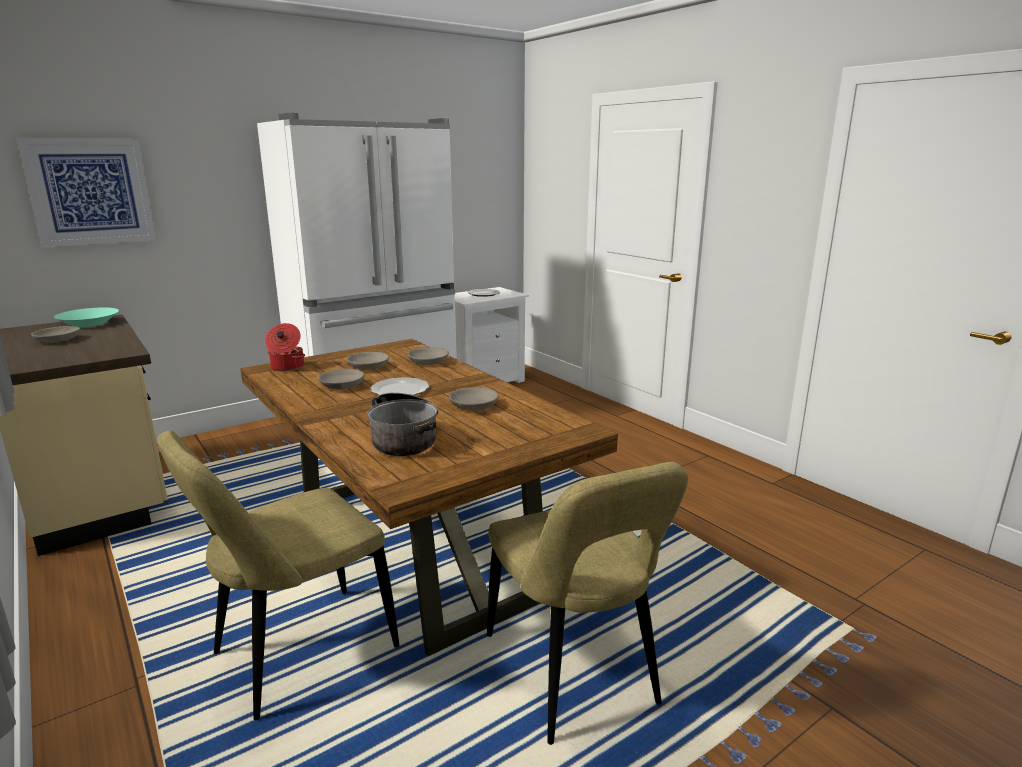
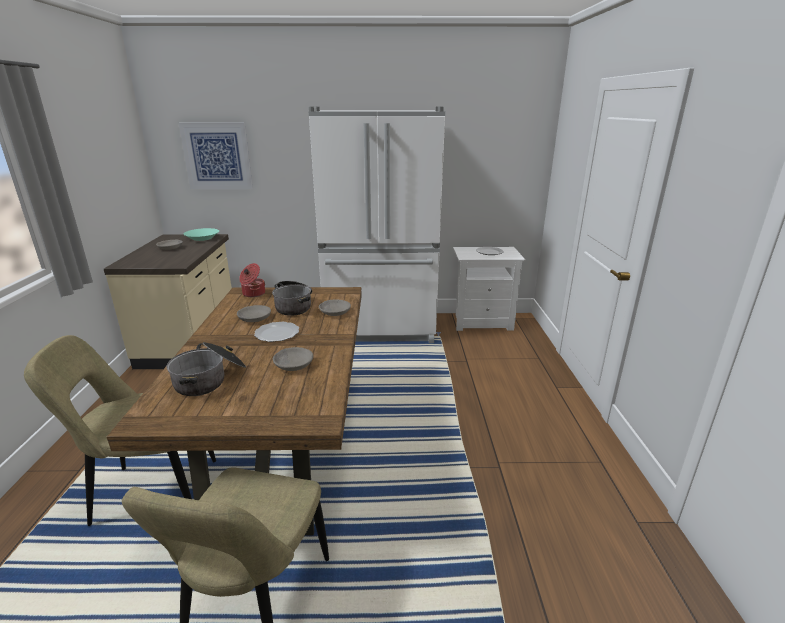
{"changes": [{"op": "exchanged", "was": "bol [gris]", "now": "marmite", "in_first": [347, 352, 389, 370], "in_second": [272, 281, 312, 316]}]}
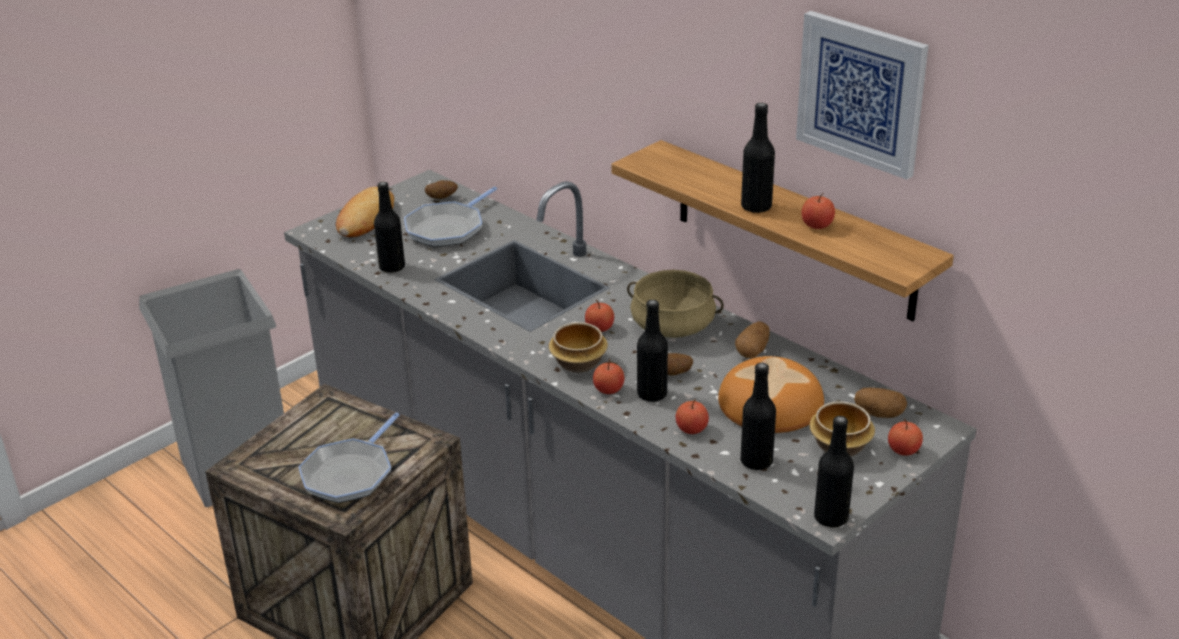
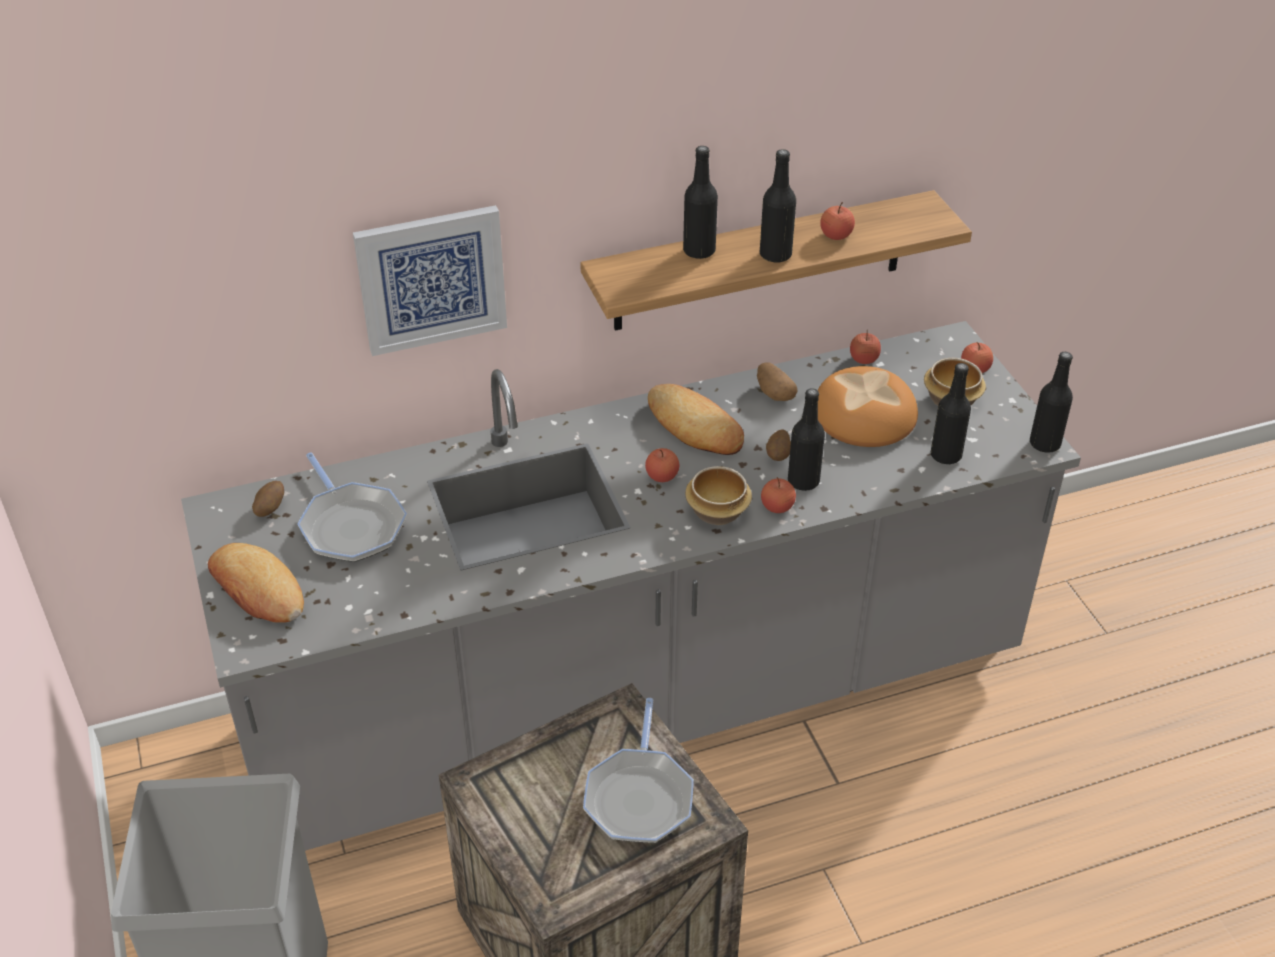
{"changes": [{"op": "relocated", "was": "tableau", "in_first": [796, 11, 929, 180], "in_second": [353, 205, 507, 356]}, {"op": "spun", "was": "poêle", "in_first": [298, 413, 400, 503], "in_second": [583, 698, 694, 843], "clockwise": 45}, {"op": "exchanged", "was": "marmite [beige]", "now": "pain", "in_first": [627, 270, 724, 338], "in_second": [648, 384, 744, 455]}, {"op": "relocated", "was": "bouteille [noir]", "in_first": [374, 182, 405, 273], "in_second": [683, 146, 718, 259]}, {"op": "relocated", "was": "pomme", "in_first": [676, 398, 709, 434], "in_second": [850, 330, 881, 364]}, {"op": "missing", "was": "pomme de terre", "in_first": [854, 388, 907, 418]}]}
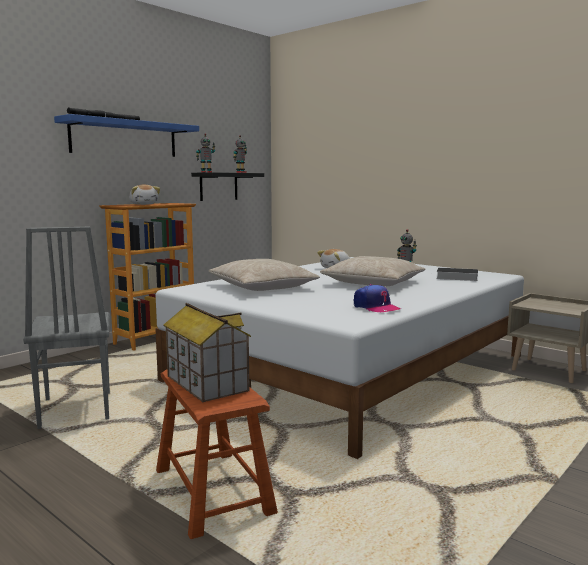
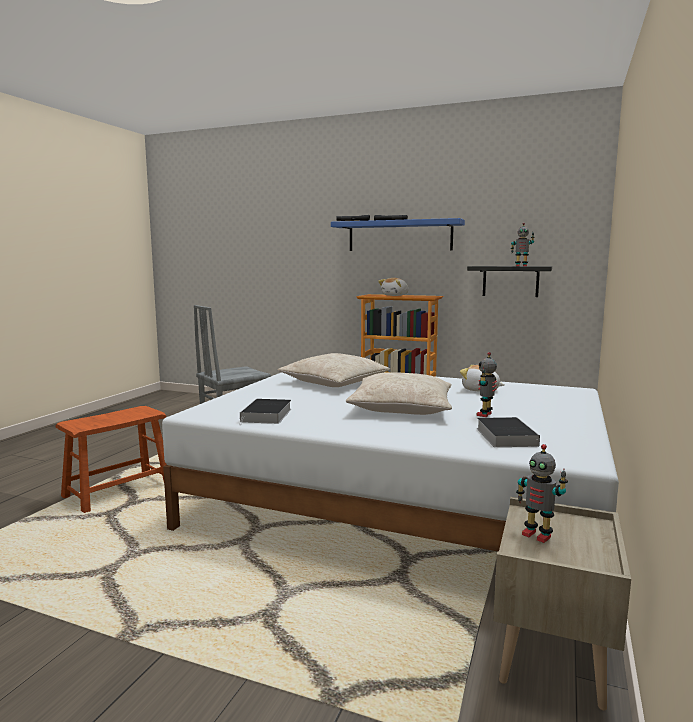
{"changes": [{"op": "exchanged", "was": "casquette", "now": "livre", "in_first": [354, 284, 401, 312], "in_second": [239, 399, 291, 425]}, {"op": "relocated", "was": "robot jouet", "in_first": [196, 133, 215, 172], "in_second": [516, 444, 568, 543]}, {"op": "missing", "was": "maison miniature", "in_first": [164, 303, 251, 402]}]}
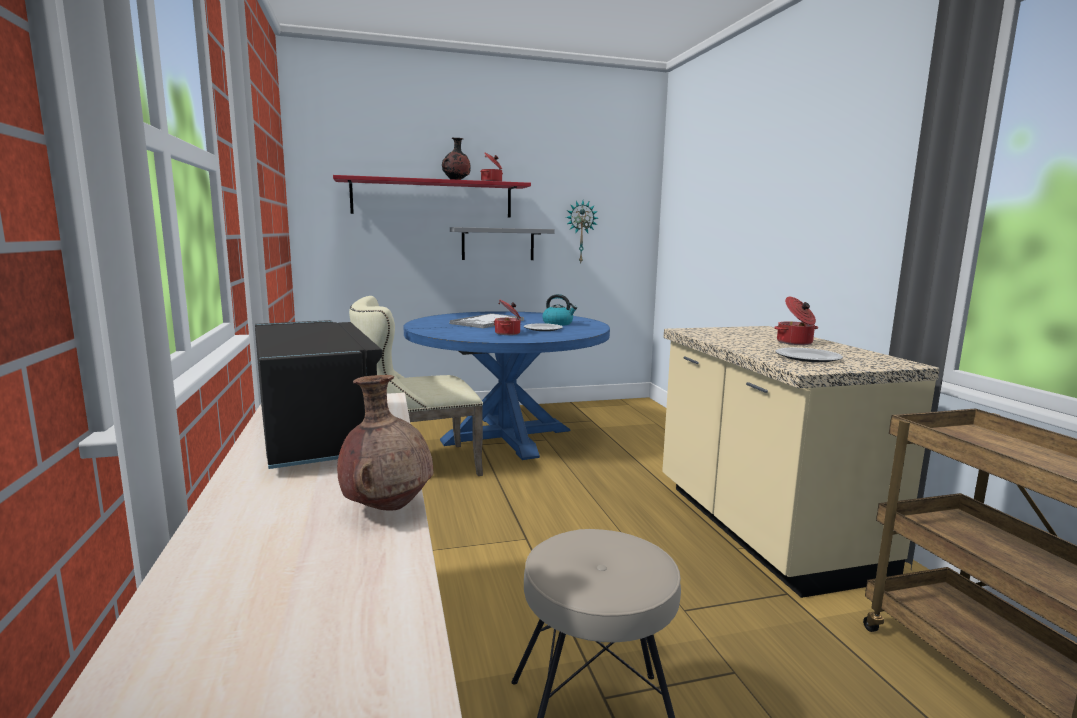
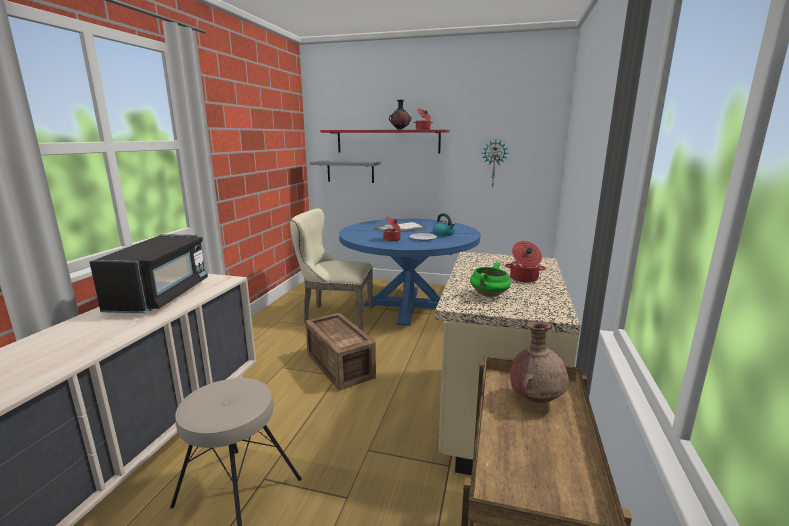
{"changes": [{"op": "appeared", "now": "caisse", "in_second": [305, 313, 376, 391]}, {"op": "relocated", "was": "étagère [gris]", "in_first": [450, 227, 555, 260], "in_second": [310, 160, 381, 183]}, {"op": "exchanged", "was": "assiette", "now": "marmite [vert]", "in_first": [775, 348, 843, 362], "in_second": [470, 262, 511, 297]}, {"op": "relocated", "was": "vase [marron]", "in_first": [337, 375, 433, 511], "in_second": [510, 321, 569, 403]}]}
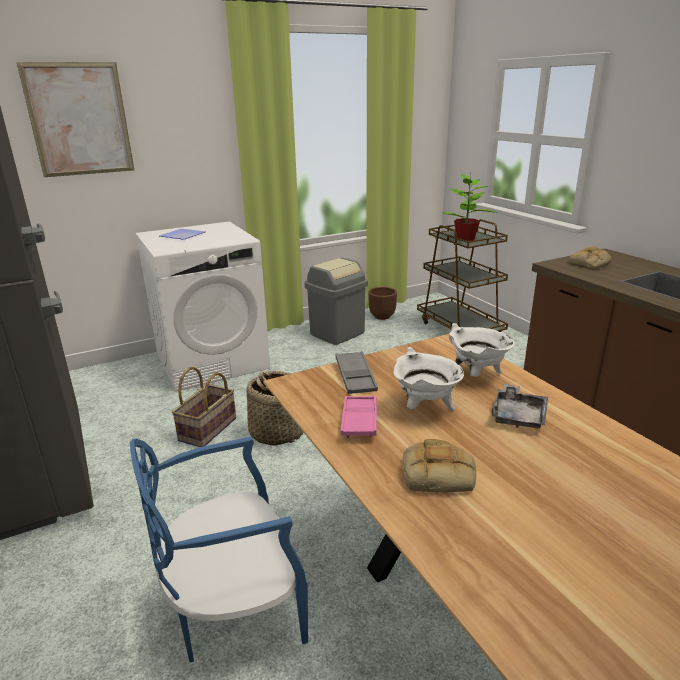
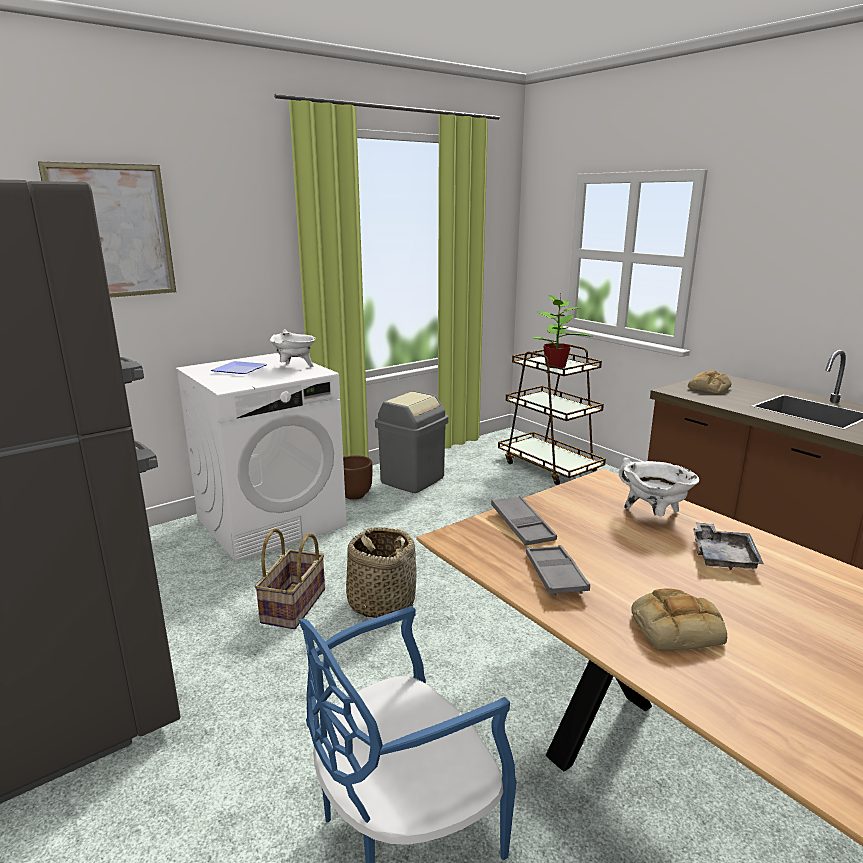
{"changes": [{"op": "relocated", "was": "marmite [blanc]", "in_first": [394, 347, 464, 411], "in_second": [270, 329, 316, 367]}, {"op": "relocated", "was": "cache-pot [marron]", "in_first": [368, 287, 397, 320], "in_second": [343, 455, 372, 500]}, {"op": "colour", "was": "plateau [rose]", "now": "plateau [gris]", "in_first": [340, 395, 377, 438], "in_second": [526, 545, 590, 596]}]}
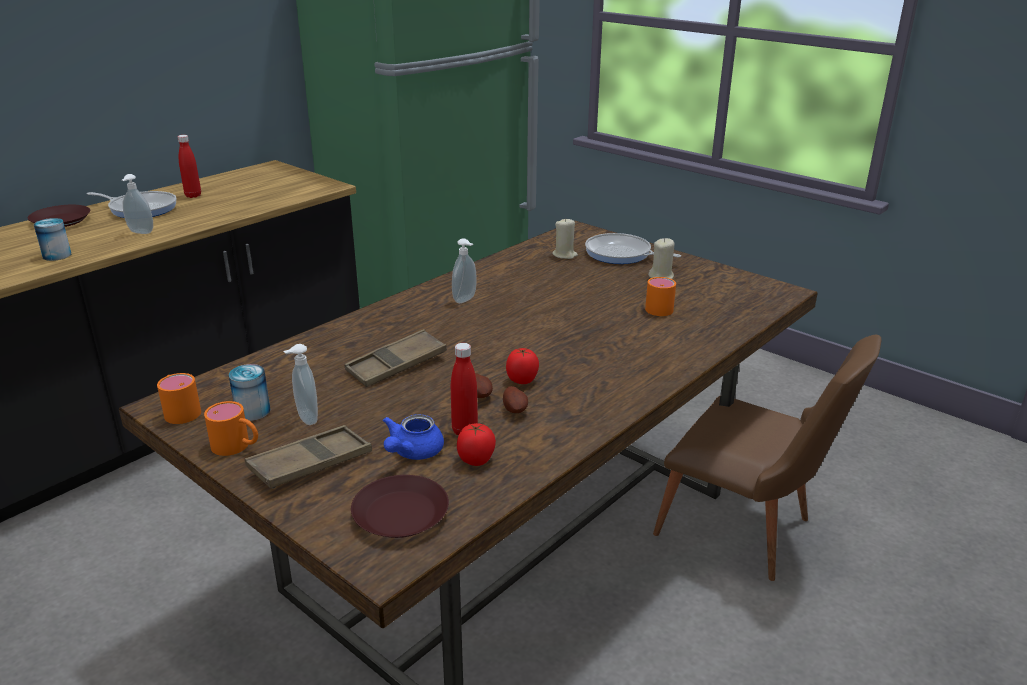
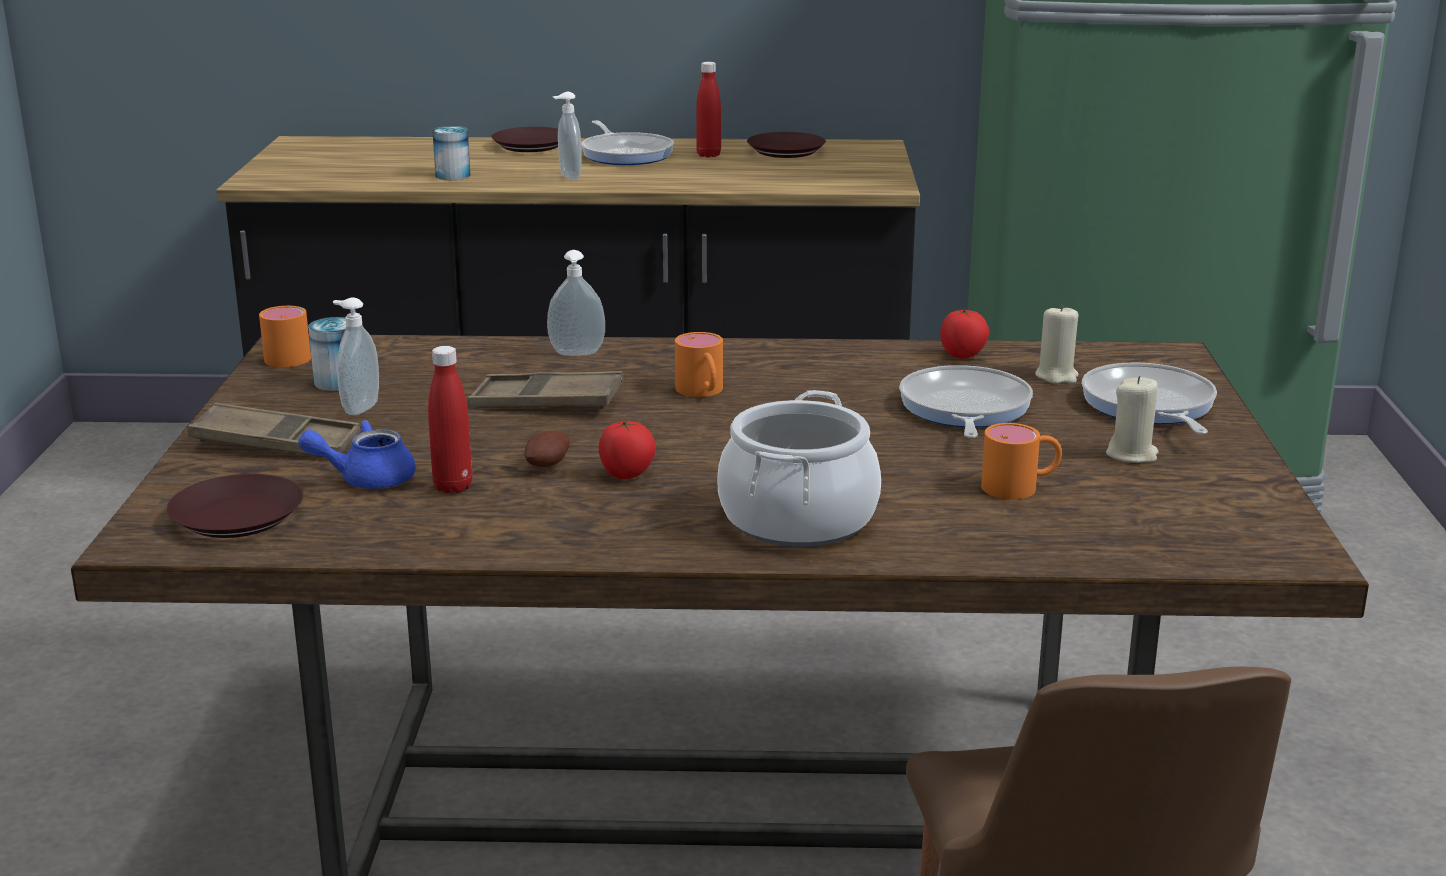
{"changes": [{"op": "relocated", "was": "distributeur de savon", "in_first": [452, 238, 477, 303], "in_second": [547, 250, 605, 356]}, {"op": "relocated", "was": "mug [orange]", "in_first": [204, 401, 258, 456], "in_second": [675, 332, 723, 397]}, {"op": "appeared", "now": "marmite", "in_second": [717, 390, 881, 547]}, {"op": "appeared", "now": "assiette [marron]", "in_second": [747, 132, 826, 158]}, {"op": "appeared", "now": "poêle", "in_second": [899, 365, 1033, 438]}, {"op": "relocated", "was": "tomate", "in_first": [457, 423, 496, 466], "in_second": [940, 309, 989, 359]}, {"op": "missing", "was": "pomme de terre", "in_first": [503, 386, 528, 413]}]}
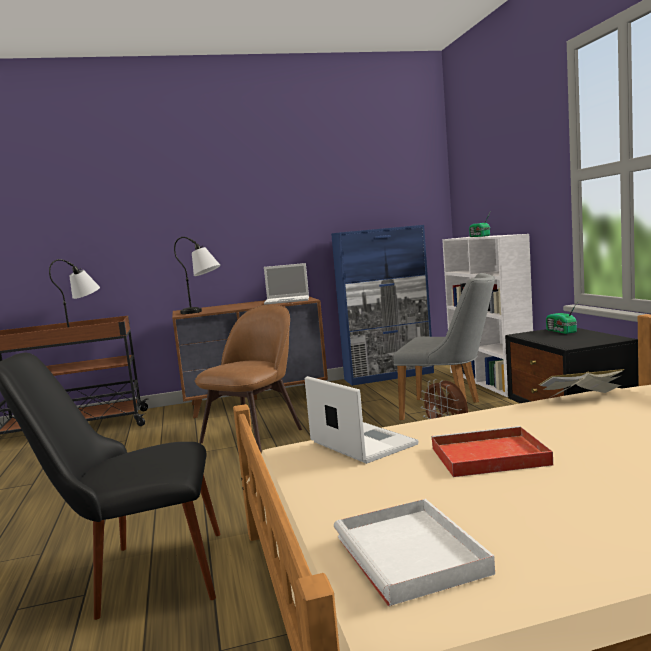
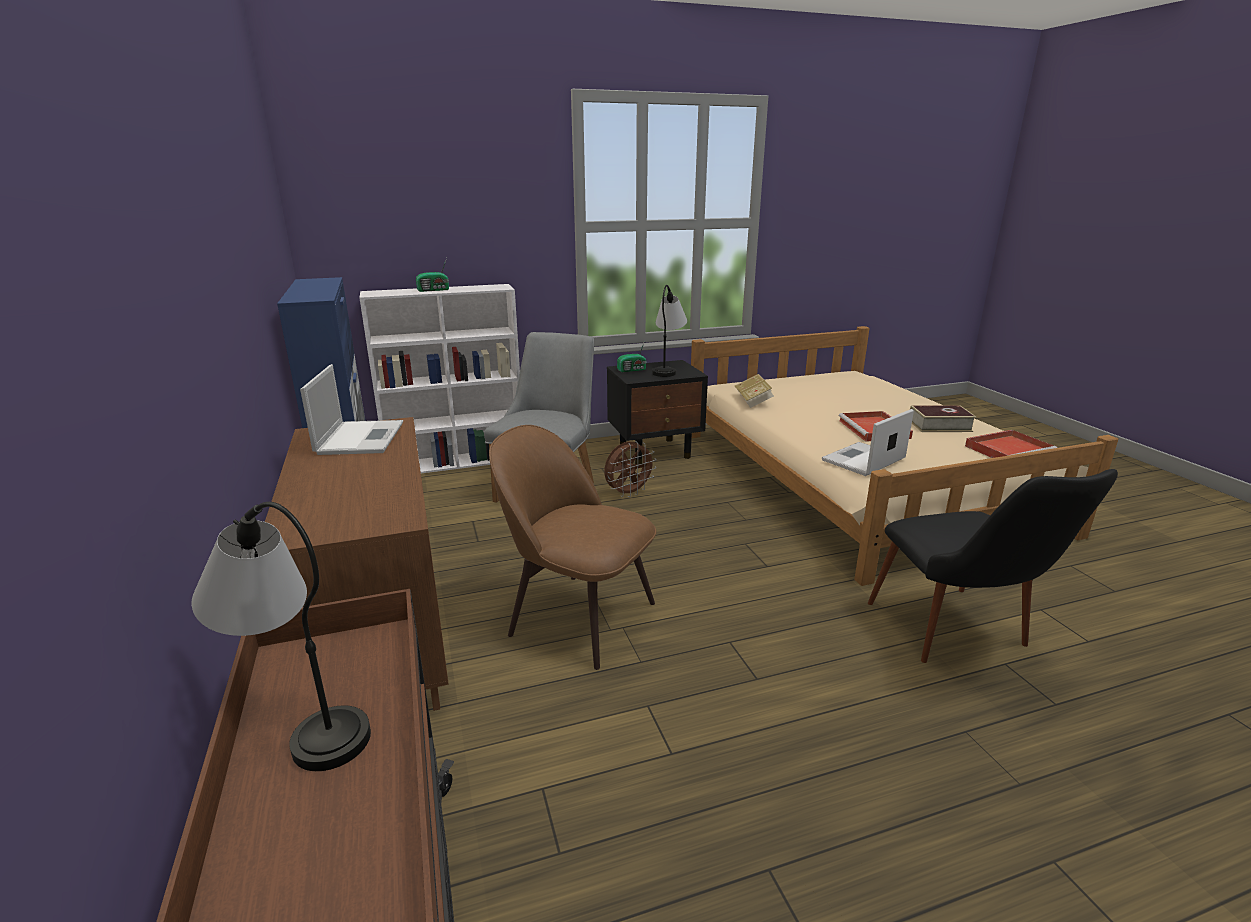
{"changes": [{"op": "relocated", "was": "lampe de table", "in_first": [174, 237, 221, 314], "in_second": [652, 285, 687, 377]}, {"op": "appeared", "now": "livre", "in_second": [910, 405, 976, 432]}, {"op": "colour", "was": "plateau [blanc]", "now": "plateau [rouge]", "in_first": [334, 499, 495, 606], "in_second": [965, 430, 1058, 458]}]}
